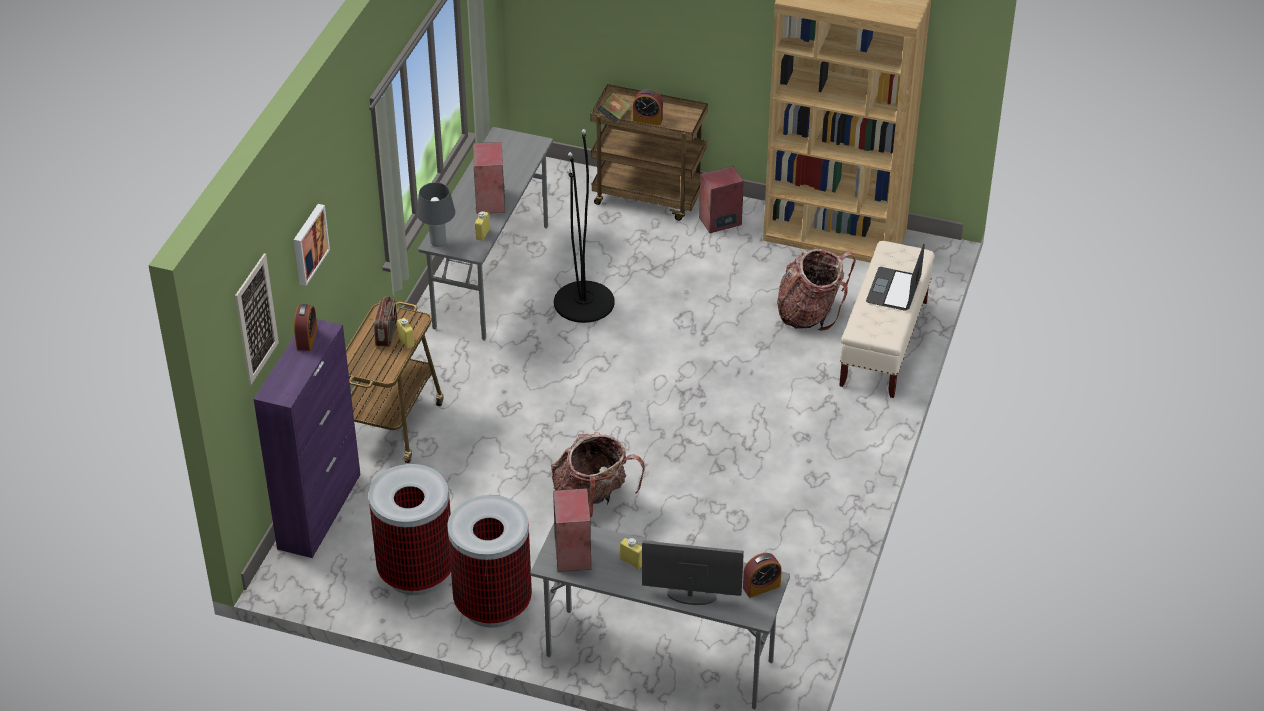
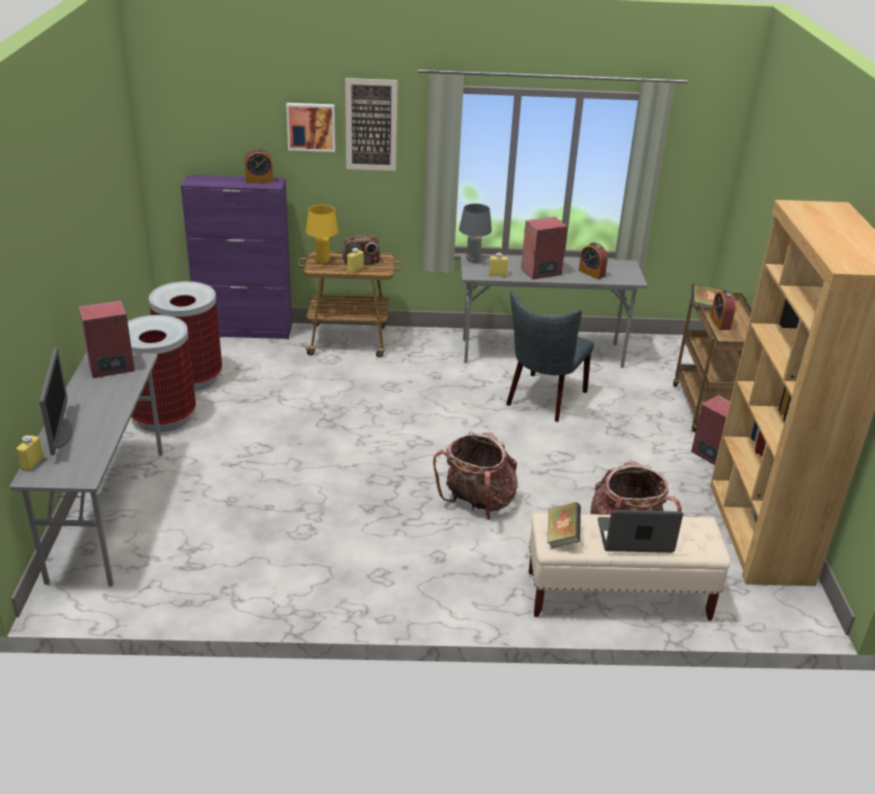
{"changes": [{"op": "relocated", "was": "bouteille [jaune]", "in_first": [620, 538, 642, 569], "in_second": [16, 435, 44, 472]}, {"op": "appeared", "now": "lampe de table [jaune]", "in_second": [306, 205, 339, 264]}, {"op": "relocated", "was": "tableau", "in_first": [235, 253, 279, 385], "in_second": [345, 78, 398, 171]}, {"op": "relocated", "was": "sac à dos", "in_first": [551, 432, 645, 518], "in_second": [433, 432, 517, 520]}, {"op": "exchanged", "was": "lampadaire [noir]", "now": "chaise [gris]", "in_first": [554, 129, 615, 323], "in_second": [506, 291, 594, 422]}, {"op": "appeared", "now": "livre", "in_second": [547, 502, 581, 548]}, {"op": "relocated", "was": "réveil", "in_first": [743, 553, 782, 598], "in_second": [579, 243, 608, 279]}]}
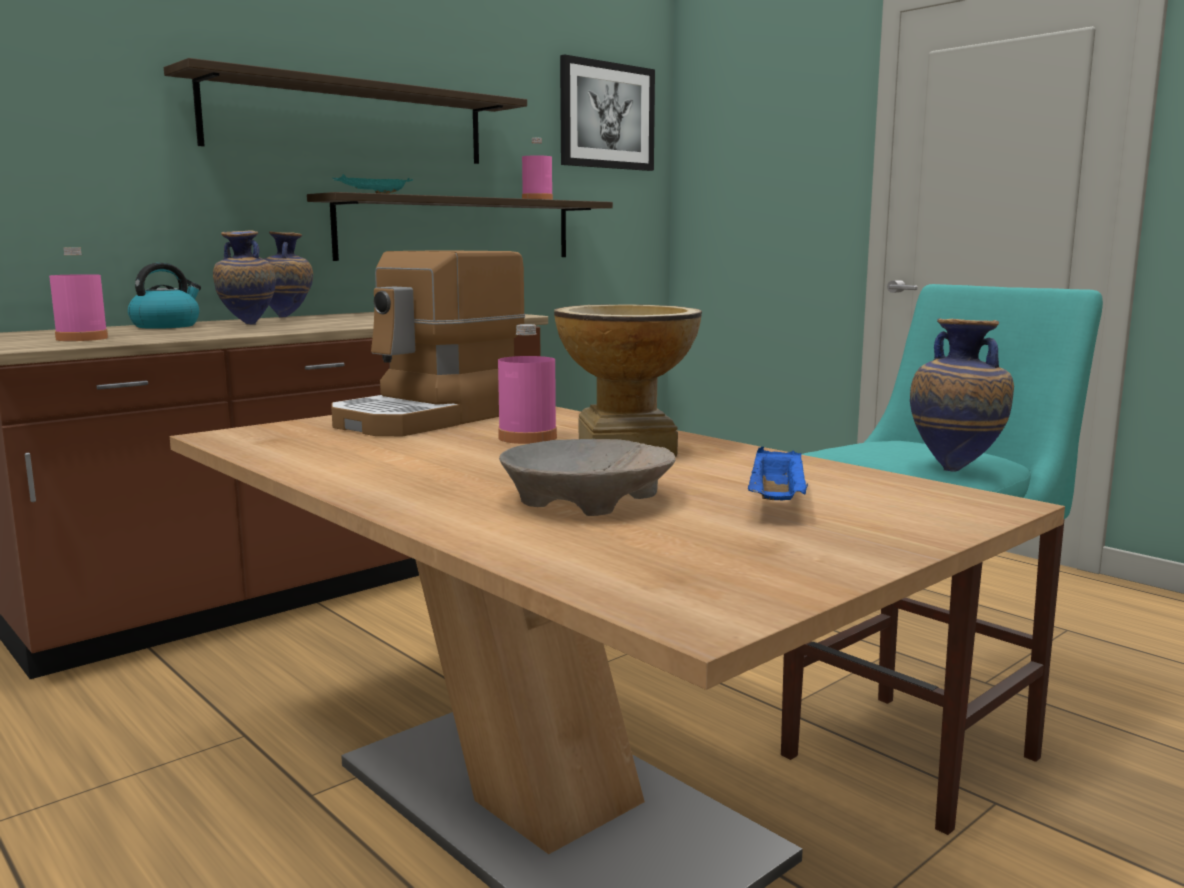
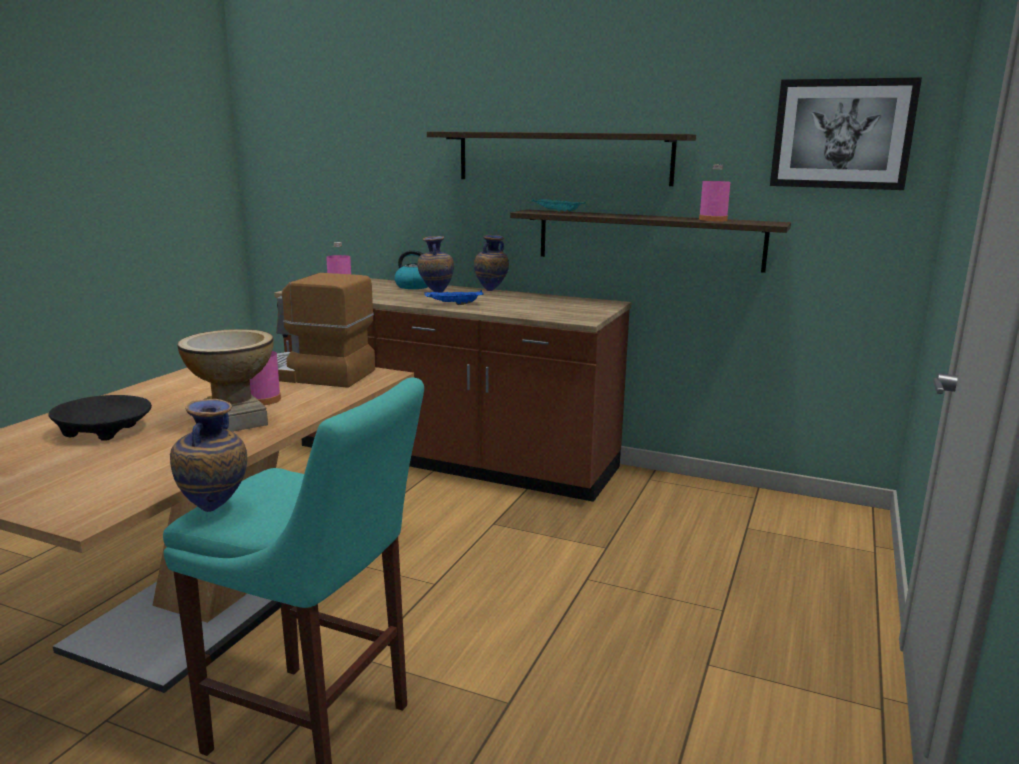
{"changes": [{"op": "colour", "was": "bol [beige]", "now": "bol [noir]", "in_first": [499, 439, 675, 516], "in_second": [48, 395, 152, 441]}, {"op": "relocated", "was": "plateau [bleu]", "in_first": [748, 447, 808, 501], "in_second": [424, 290, 484, 305]}]}
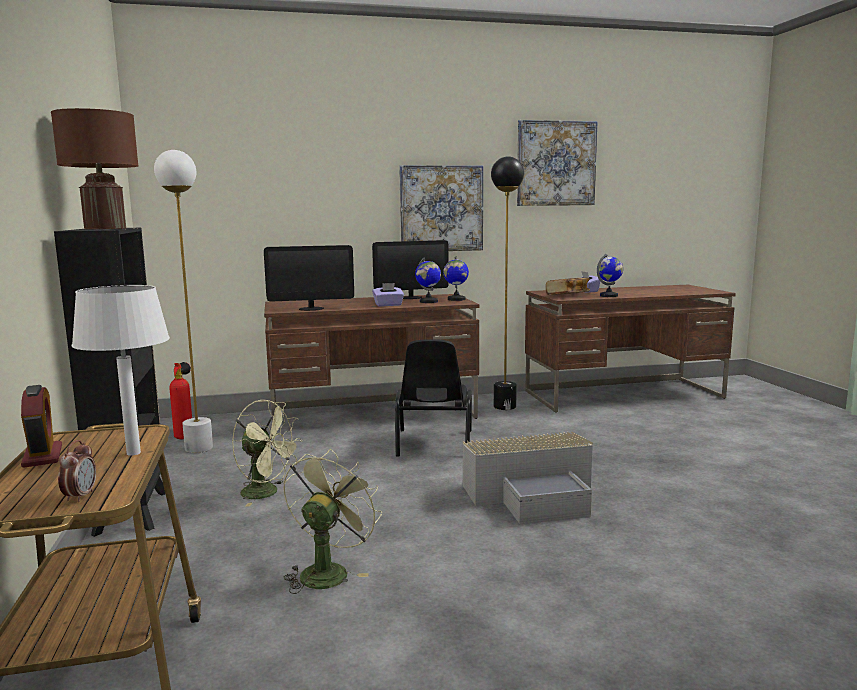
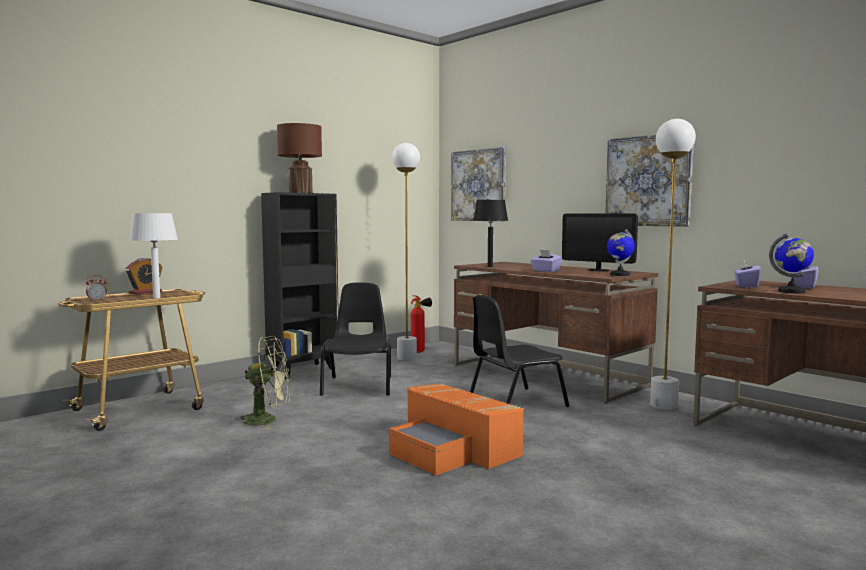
{"changes": [{"op": "exchanged", "was": "ventilateur [vert]", "now": "chaise [noir]", "in_first": [232, 400, 303, 507], "in_second": [320, 282, 391, 396]}, {"op": "colour", "was": "boîte de rangement [gris]", "now": "boîte de rangement [orange]", "in_first": [463, 431, 593, 524], "in_second": [389, 383, 524, 475]}, {"op": "relocated", "was": "tableau", "in_first": [517, 120, 598, 206], "in_second": [451, 147, 506, 221]}, {"op": "exchanged", "was": "écran d'ordinateur", "now": "lampe de table [noir]", "in_first": [264, 245, 354, 311], "in_second": [473, 200, 508, 267]}, {"op": "colour", "was": "lampadaire [noir]", "now": "lampadaire [blanc]", "in_first": [491, 157, 524, 410], "in_second": [650, 119, 696, 410]}, {"op": "exchanged", "was": "livre", "now": "boîte à mouchoirs [violet]", "in_first": [546, 278, 590, 295], "in_second": [734, 261, 761, 287]}, {"op": "missing", "was": "globe", "in_first": [415, 257, 441, 303]}]}
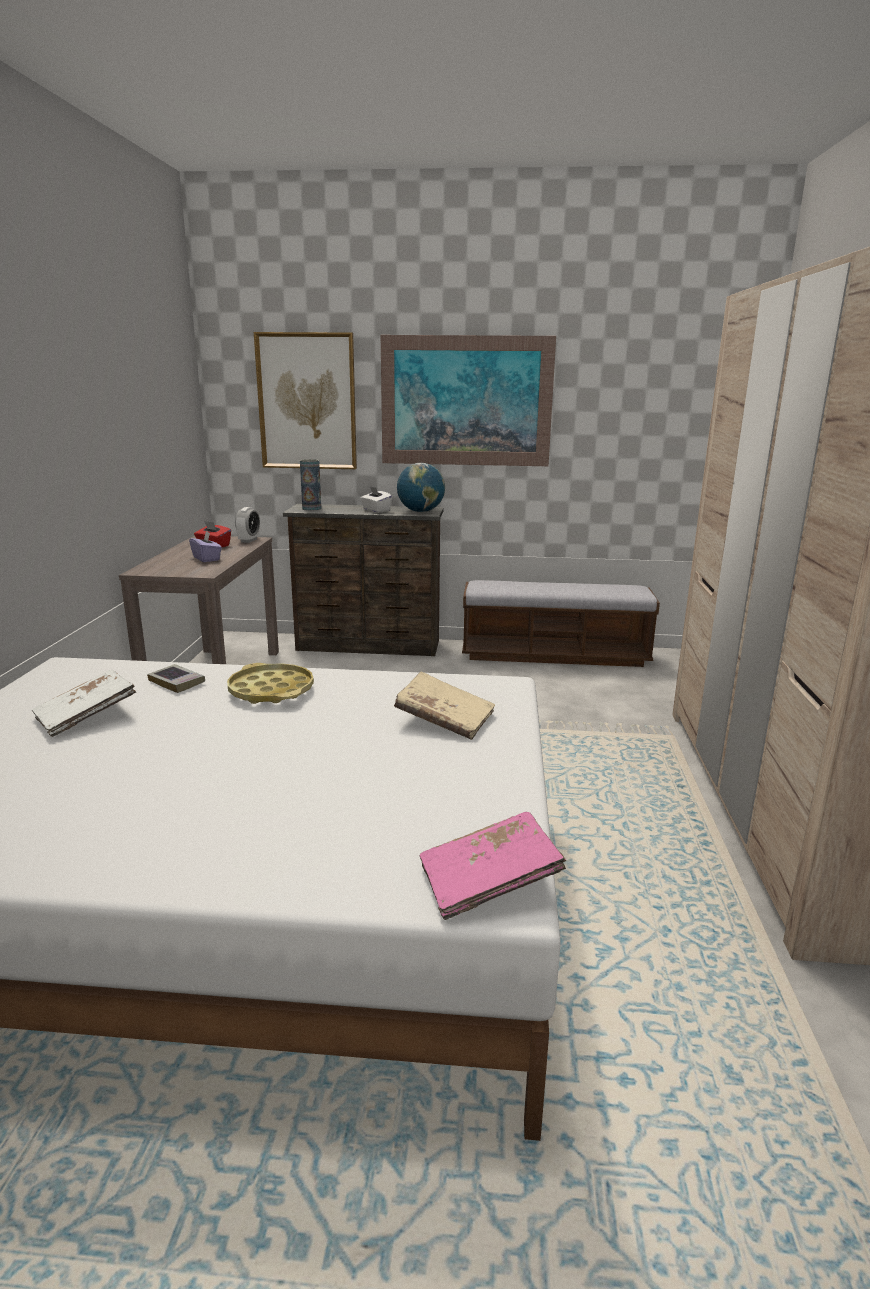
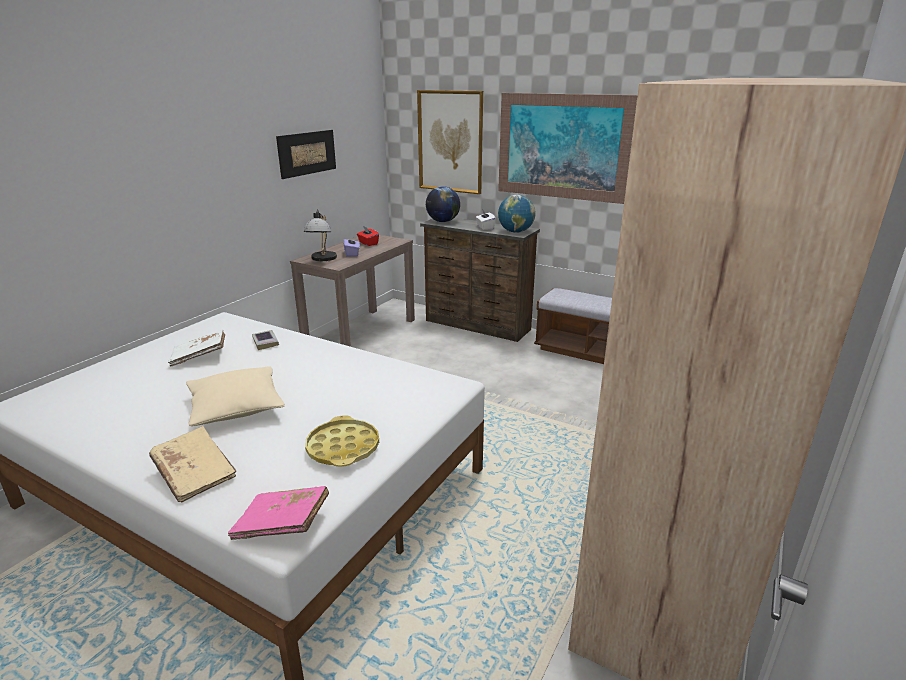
{"changes": [{"op": "relocated", "was": "livre [beige]", "in_first": [394, 671, 495, 740], "in_second": [149, 426, 236, 503]}, {"op": "appeared", "now": "coussin [beige]", "in_second": [186, 366, 285, 426]}, {"op": "appeared", "now": "tableau", "in_second": [276, 130, 336, 179]}, {"op": "appeared", "now": "lampe de table", "in_second": [304, 209, 337, 261]}, {"op": "relocated", "was": "plateau [jaune]", "in_first": [227, 663, 314, 704], "in_second": [305, 415, 379, 467]}, {"op": "exchanged", "was": "vase", "now": "globe", "in_first": [300, 459, 321, 511], "in_second": [426, 186, 460, 222]}, {"op": "missing", "was": "réveil", "in_first": [235, 507, 260, 543]}]}
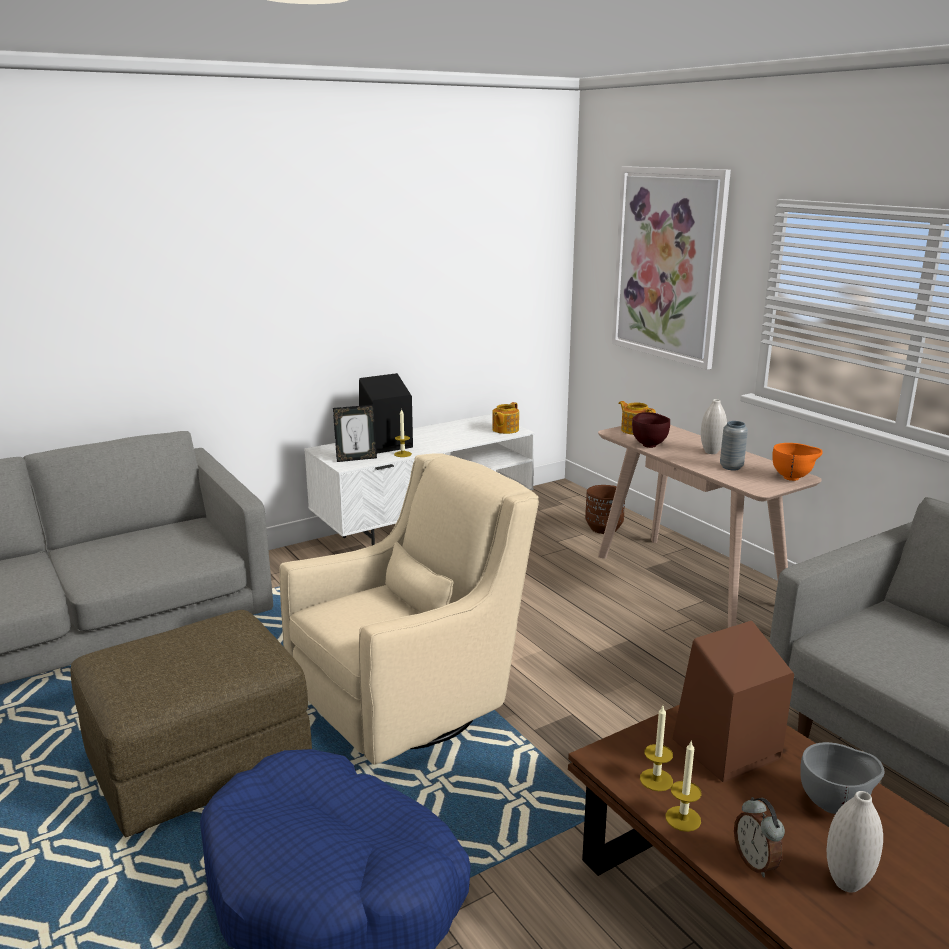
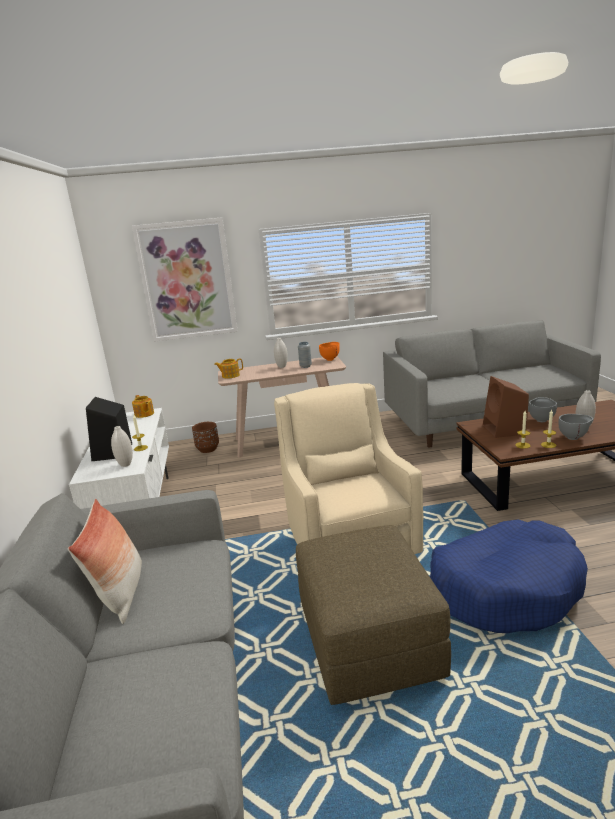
{"changes": [{"op": "appeared", "now": "coussin", "in_second": [68, 499, 142, 624]}, {"op": "exchanged", "was": "cadre photo", "now": "vase [blanc]", "in_first": [333, 405, 377, 462], "in_second": [111, 426, 133, 467]}, {"op": "exchanged", "was": "réveil", "now": "bol [gris]", "in_first": [734, 797, 785, 877], "in_second": [558, 414, 593, 440]}, {"op": "missing", "was": "bol [marron]", "in_first": [632, 412, 670, 448]}]}
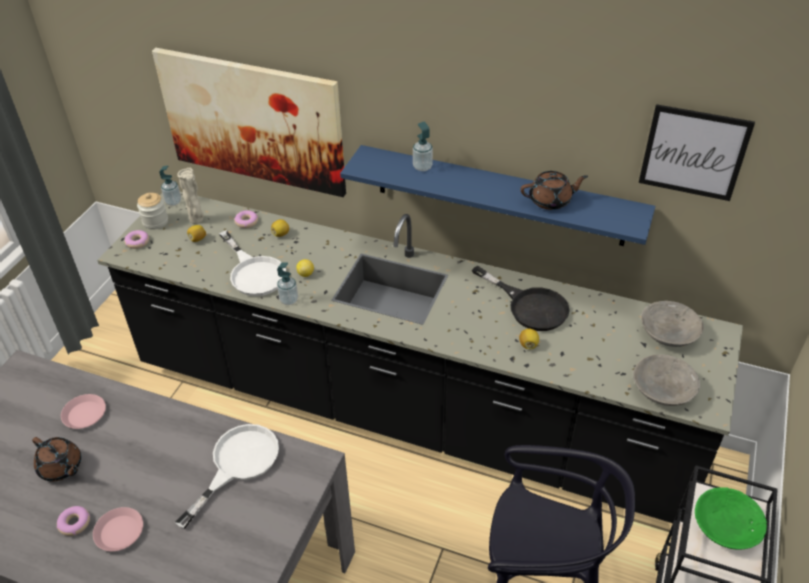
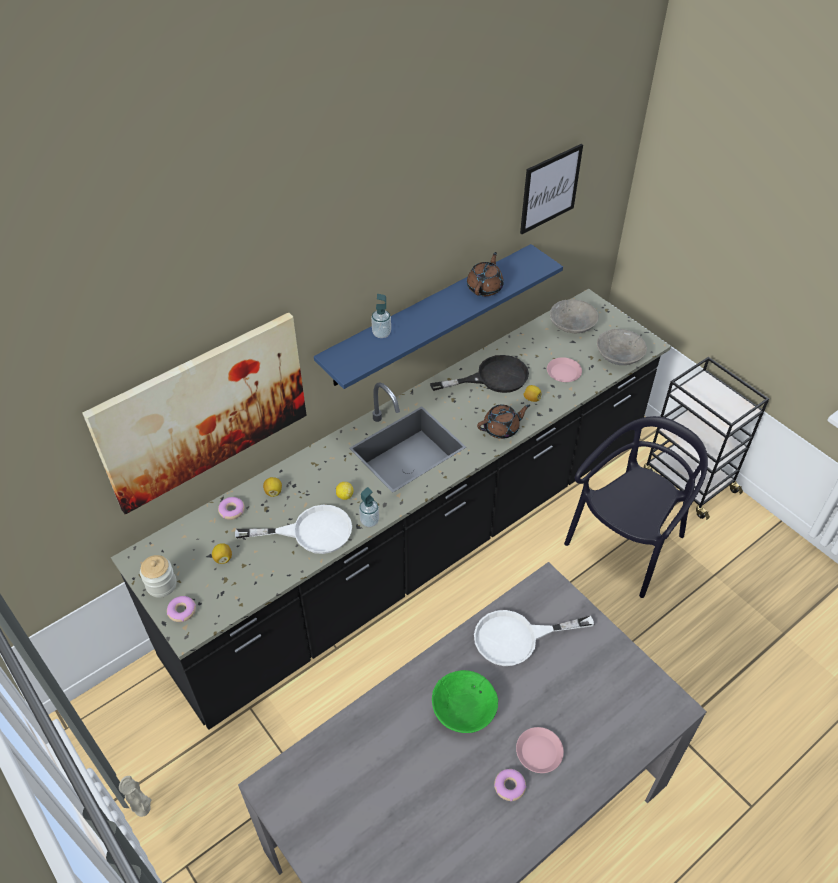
{"changes": [{"op": "relocated", "was": "vase [beige]", "in_first": [177, 168, 204, 224], "in_second": [119, 776, 152, 817]}, {"op": "relocated", "was": "bol [vert]", "in_first": [695, 487, 767, 550], "in_second": [432, 670, 498, 733]}, {"op": "spun", "was": "poêle [blanc]", "in_first": [175, 424, 279, 528], "in_second": [474, 610, 594, 666], "clockwise": -75}, {"op": "relocated", "was": "théière [marron]", "in_first": [32, 437, 81, 481], "in_second": [477, 404, 530, 439]}, {"op": "relocated", "was": "assiette [rose]", "in_first": [61, 394, 106, 429], "in_second": [547, 357, 582, 382]}, {"op": "missing", "was": "distributeur de savon", "in_first": [159, 165, 181, 206]}]}
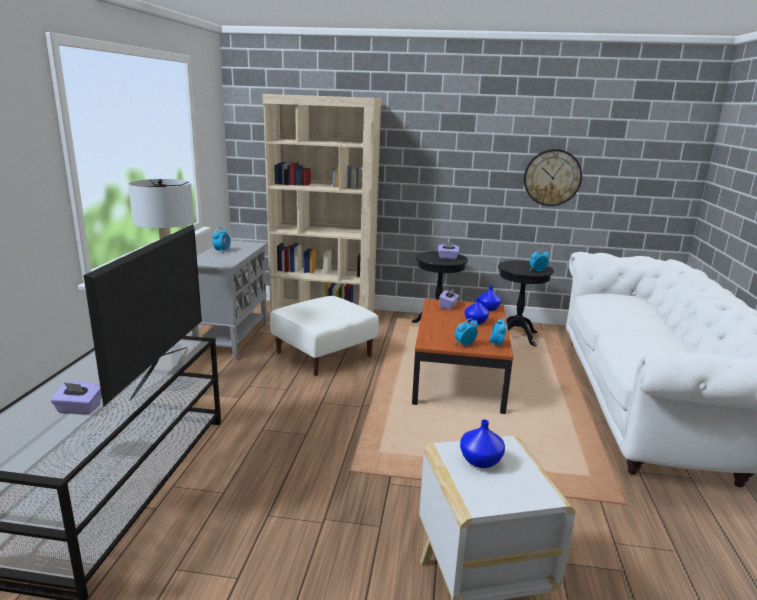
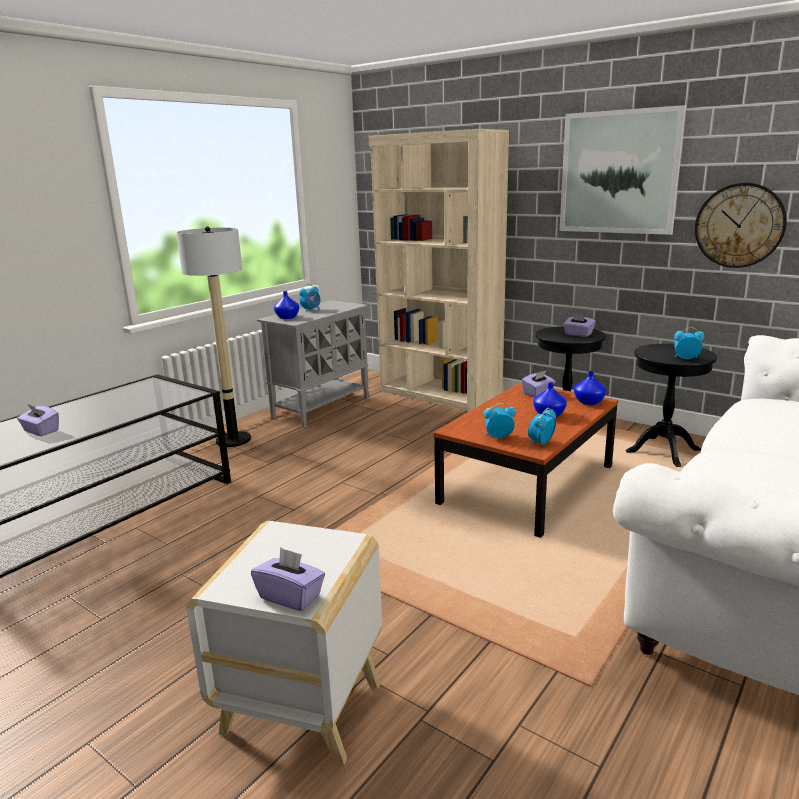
{"changes": [{"op": "appeared", "now": "boîte à mouchoirs [violet]", "in_second": [251, 547, 325, 611]}, {"op": "relocated", "was": "vase [bleu]", "in_first": [460, 420, 505, 468], "in_second": [274, 291, 299, 319]}, {"op": "appeared", "now": "tableau", "in_second": [560, 105, 686, 235]}, {"op": "missing", "was": "téléviseur", "in_first": [84, 224, 202, 407]}, {"op": "missing", "was": "pouf [blanc]", "in_first": [270, 296, 379, 376]}]}
